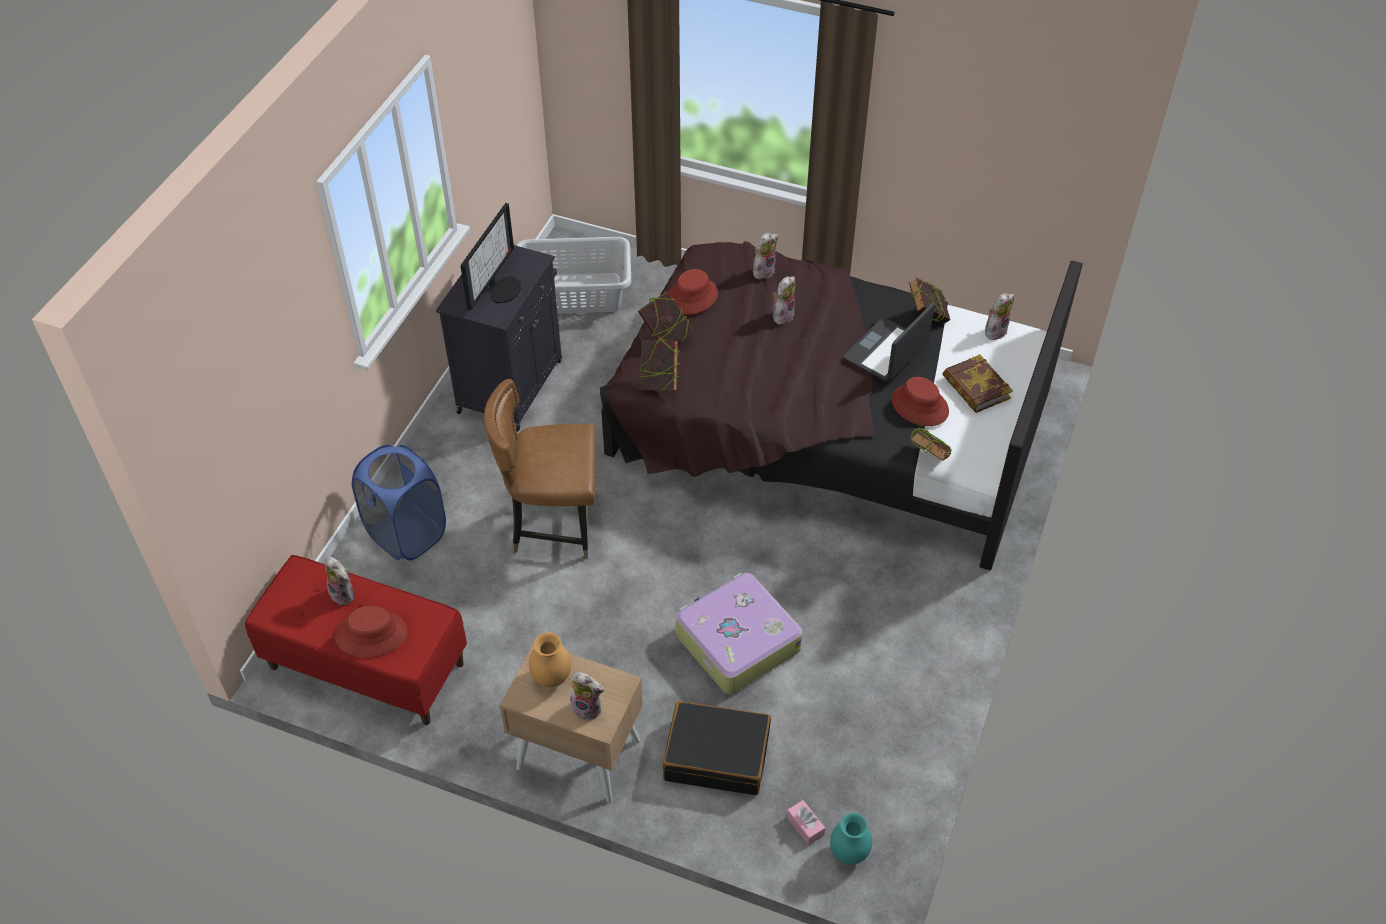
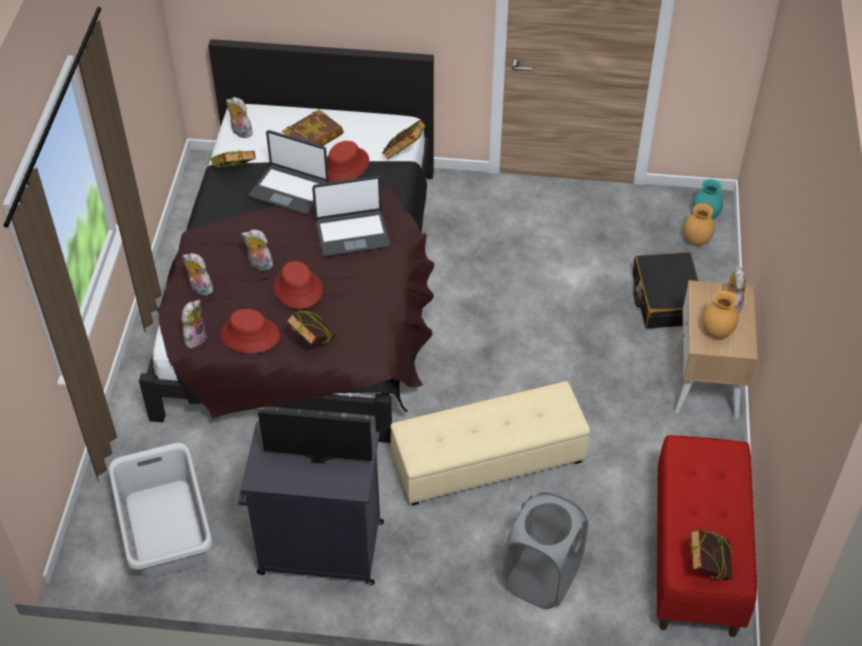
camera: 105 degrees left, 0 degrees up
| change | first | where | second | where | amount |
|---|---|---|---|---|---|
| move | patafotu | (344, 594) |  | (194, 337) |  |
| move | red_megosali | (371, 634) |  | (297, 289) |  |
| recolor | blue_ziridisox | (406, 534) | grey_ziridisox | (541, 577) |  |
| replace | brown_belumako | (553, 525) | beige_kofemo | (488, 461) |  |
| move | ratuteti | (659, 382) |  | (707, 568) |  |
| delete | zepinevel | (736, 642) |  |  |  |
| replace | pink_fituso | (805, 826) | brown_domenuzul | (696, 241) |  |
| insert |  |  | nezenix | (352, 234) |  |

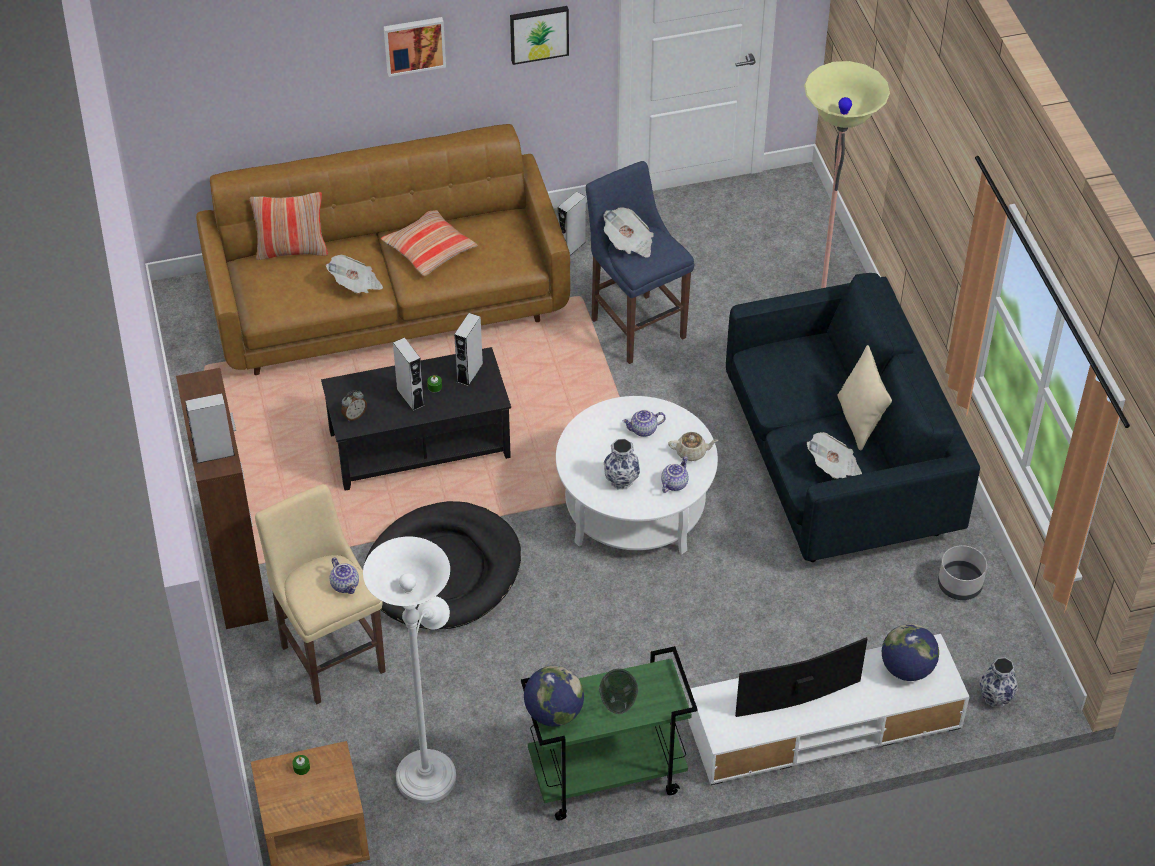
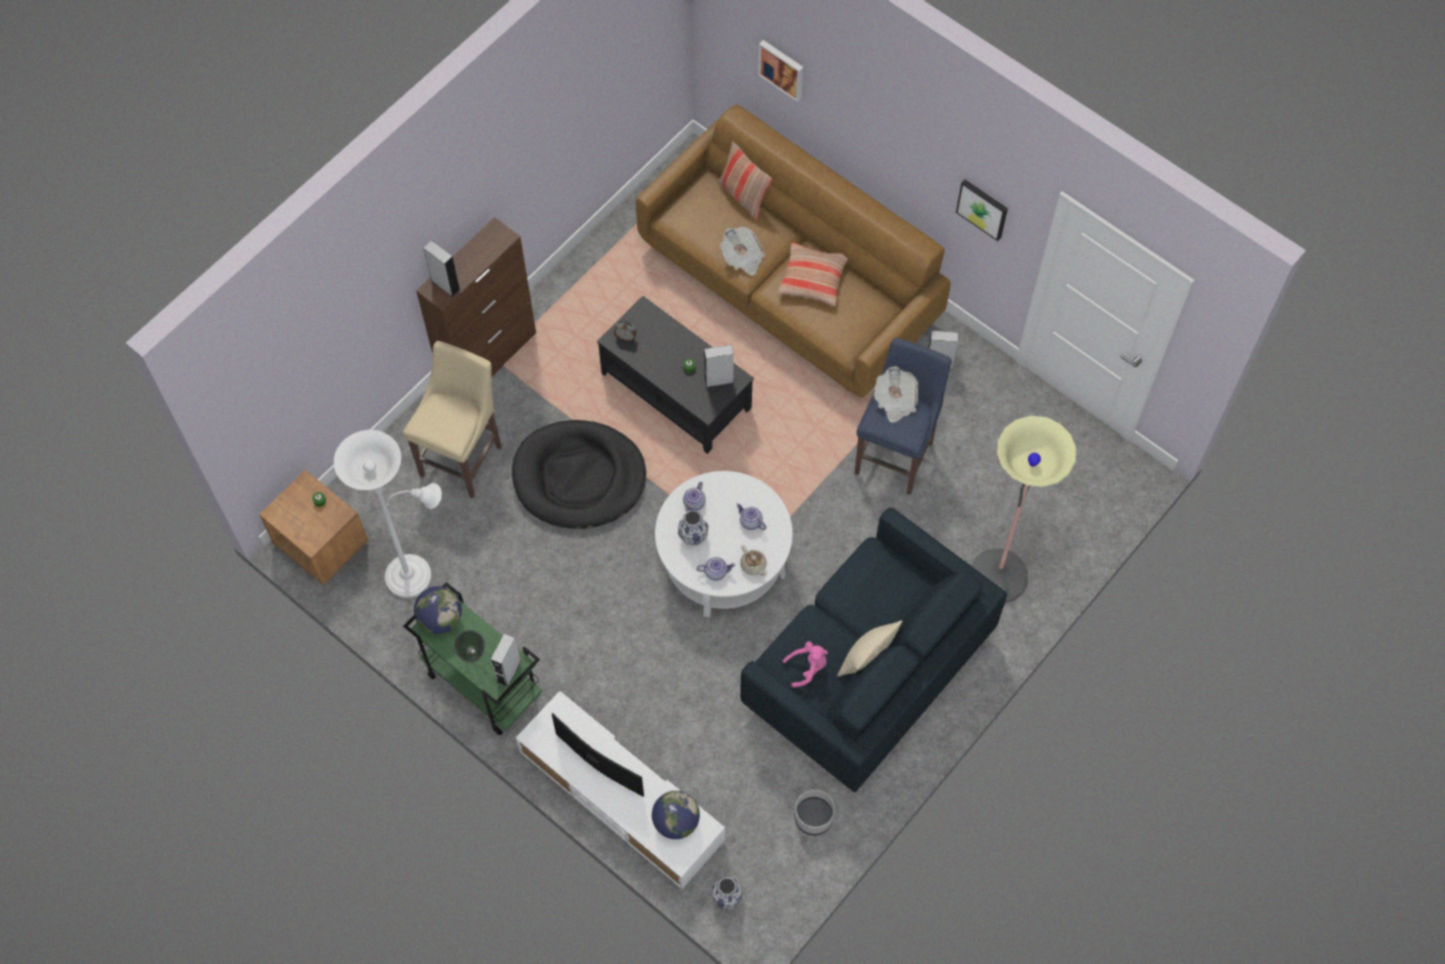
camera: 55 degrees right, 15 degrees up
| change | first | where | second | where | amount |
|---|---|---|---|---|---|
| move | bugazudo | (346, 585) |  | (694, 503) |  |
| move | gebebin | (414, 44) |  | (782, 69) |  |
| move | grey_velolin | (410, 397) |  | (508, 671) |  |
| replace | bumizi | (834, 467) | pink_patafotu | (807, 667) |  |

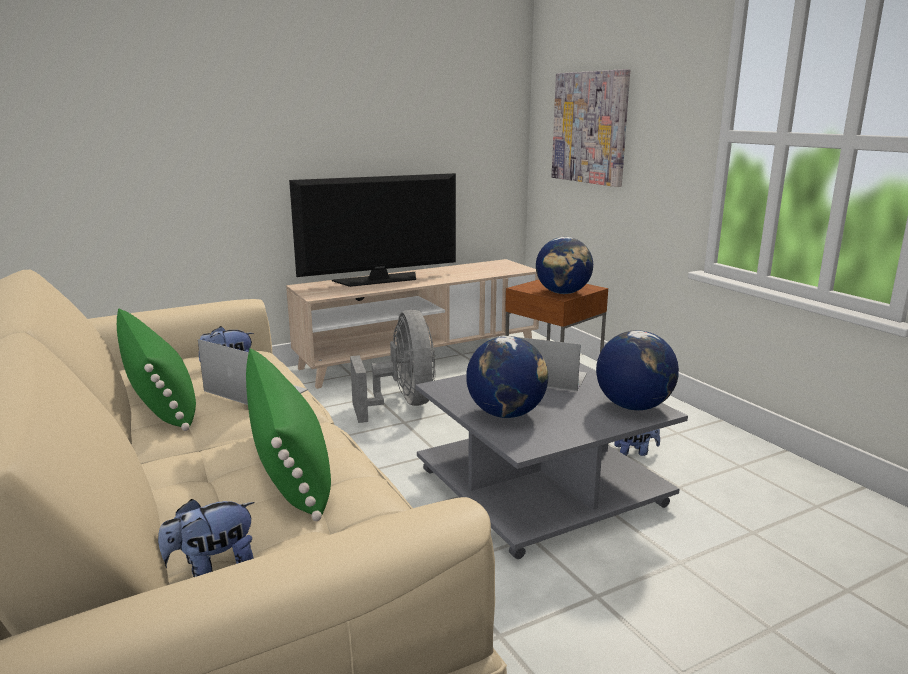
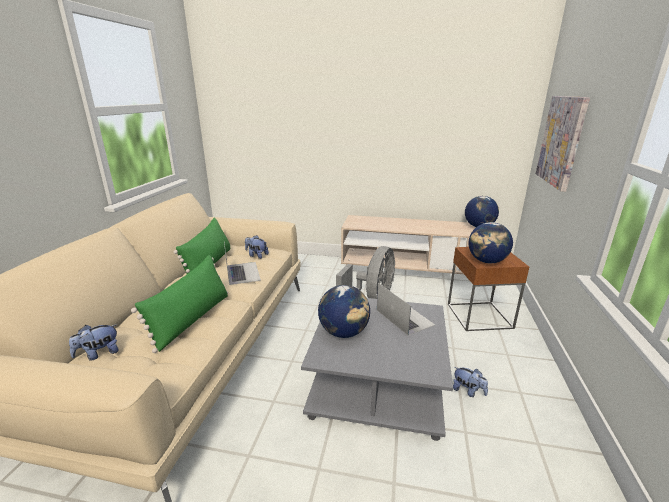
camera: 40 degrees right, 5 degrees up
| change | first | where | second | where | amount |
|---|---|---|---|---|---|
| rotate | patafotu | (211, 566) |  | (99, 354) | 45 degrees counterclockwise |
| delete | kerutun | (379, 280) |  |  |  |
| move | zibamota | (633, 406) |  | (479, 226) |  |

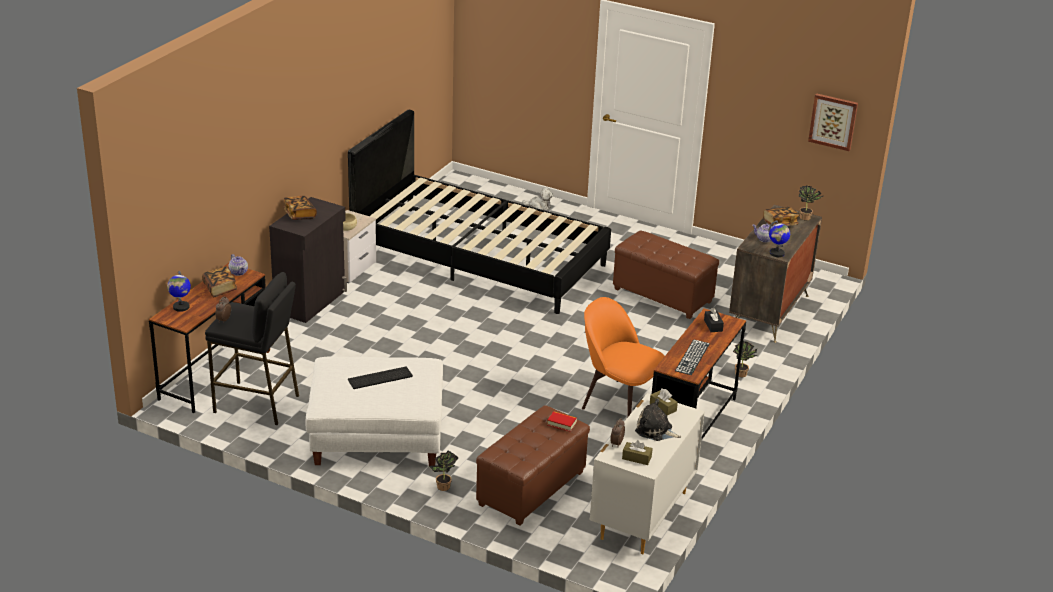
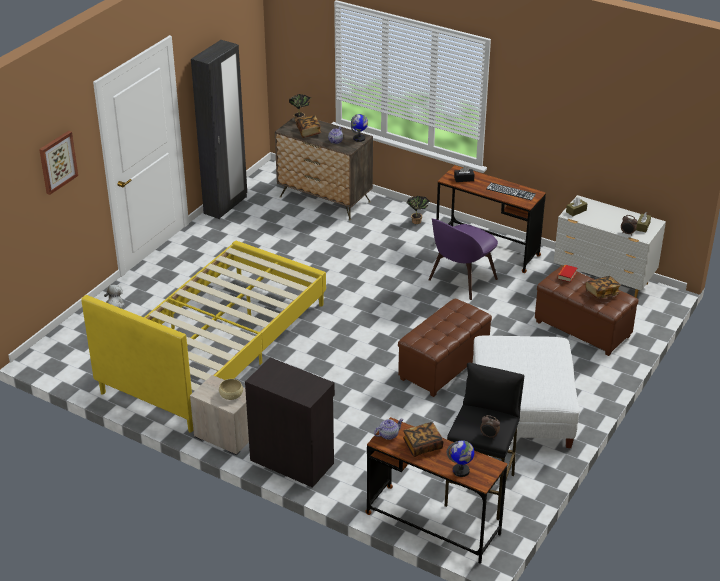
camera: 85 degrees left, 5 degrees up
| change | first | where | second | where | amount |
|---|---|---|---|---|---|
| move | ratuteti | (299, 214) |  | (602, 293) |  |
| recolor | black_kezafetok | (478, 258) | yellow_kezafetok | (216, 347) |  |
| delete | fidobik | (380, 378) |  |  |  |
| delete | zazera | (444, 488) |  |  |  |
| recolor | orange_belumako | (619, 403) | purple_belumako | (461, 281) |  |
| move | brown_kofemo | (663, 296) |  | (443, 366) |  |
| delete | patafotu | (655, 431) |  |  |  |
| move | gebebin | (833, 121) |  | (57, 162) |  |
| insert |  |  | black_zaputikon | (226, 205) |  |

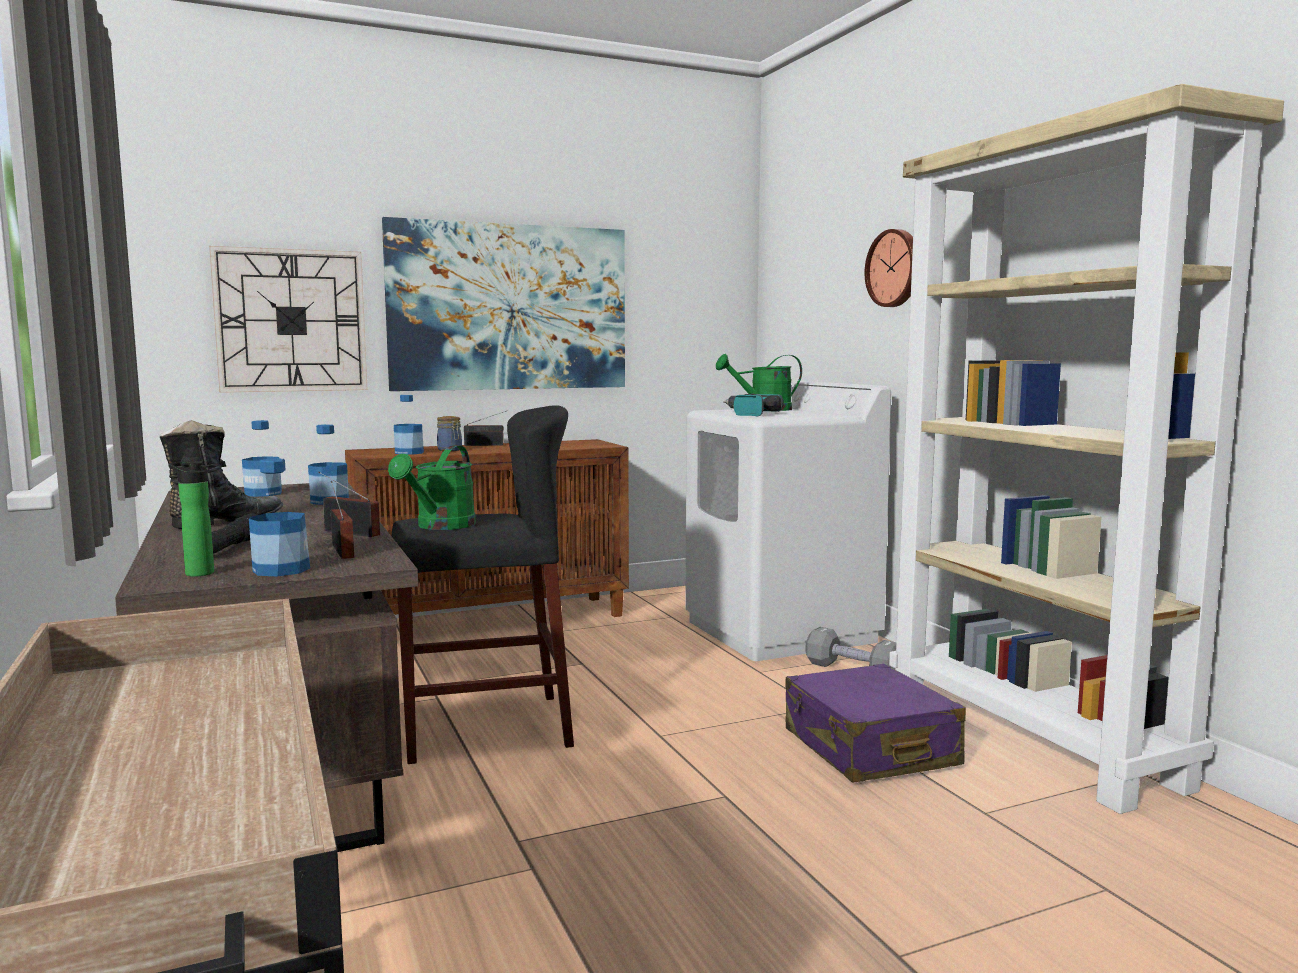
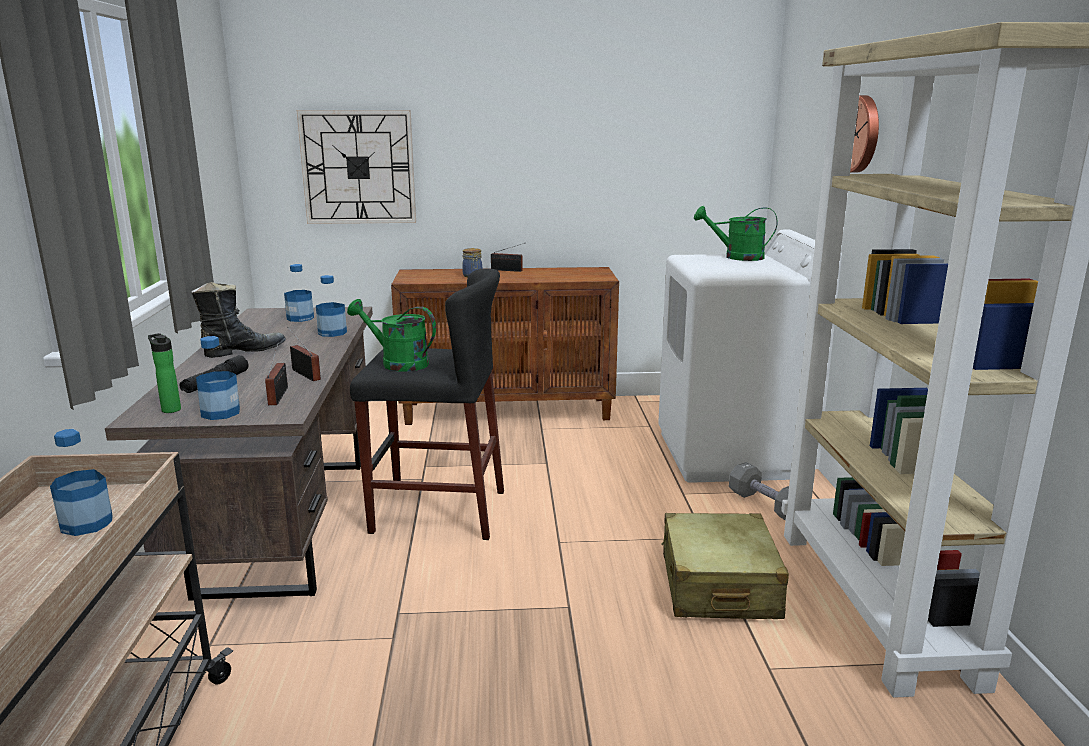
camera: 20 degrees right, 10 degrees up
| change | first | where | second | where | amount |
|---|---|---|---|---|---|
| delete | gebebin | (509, 307) |  |  |  |
| rotate | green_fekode | (440, 526) |  | (397, 363) | 75 degrees clockwise |
| move | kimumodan | (409, 453) |  | (87, 523) |  |
| delete | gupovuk | (748, 414) |  |  |  |
| recolor | purple_zepinevel | (869, 748) | beige_zepinevel | (718, 586) |  |

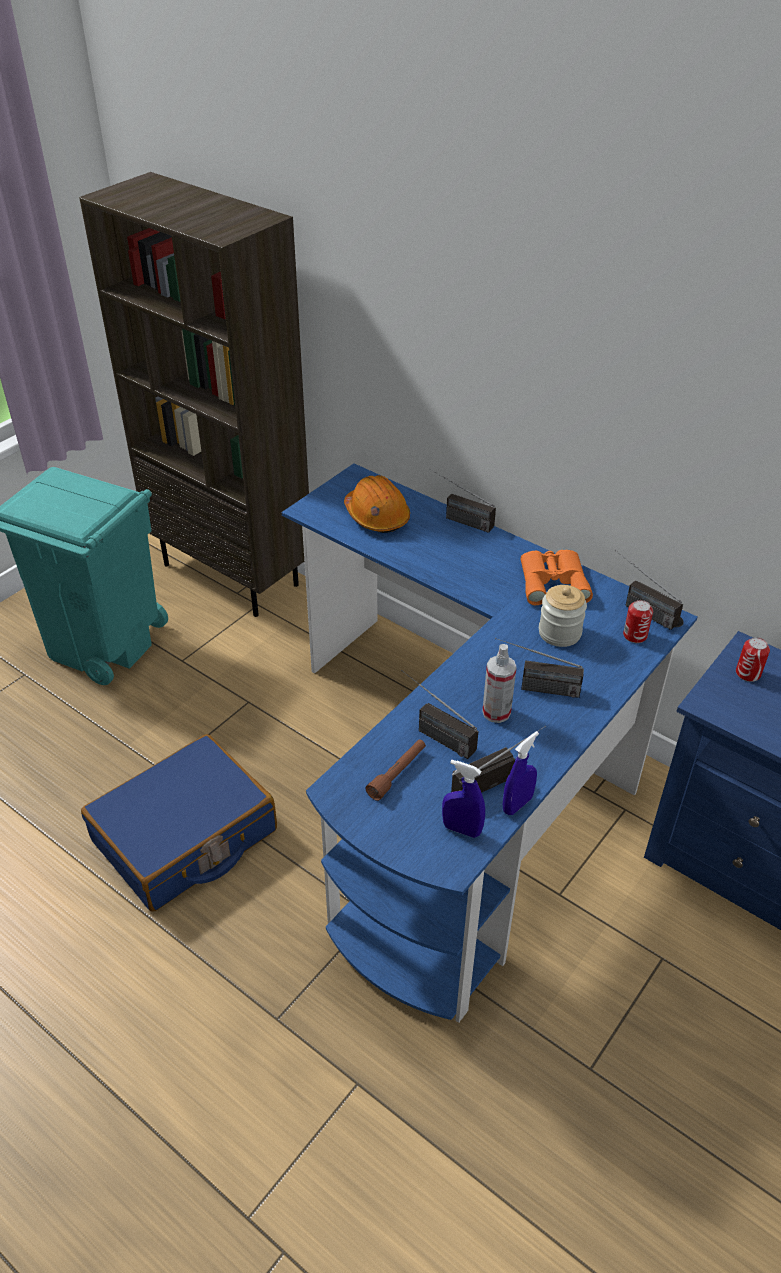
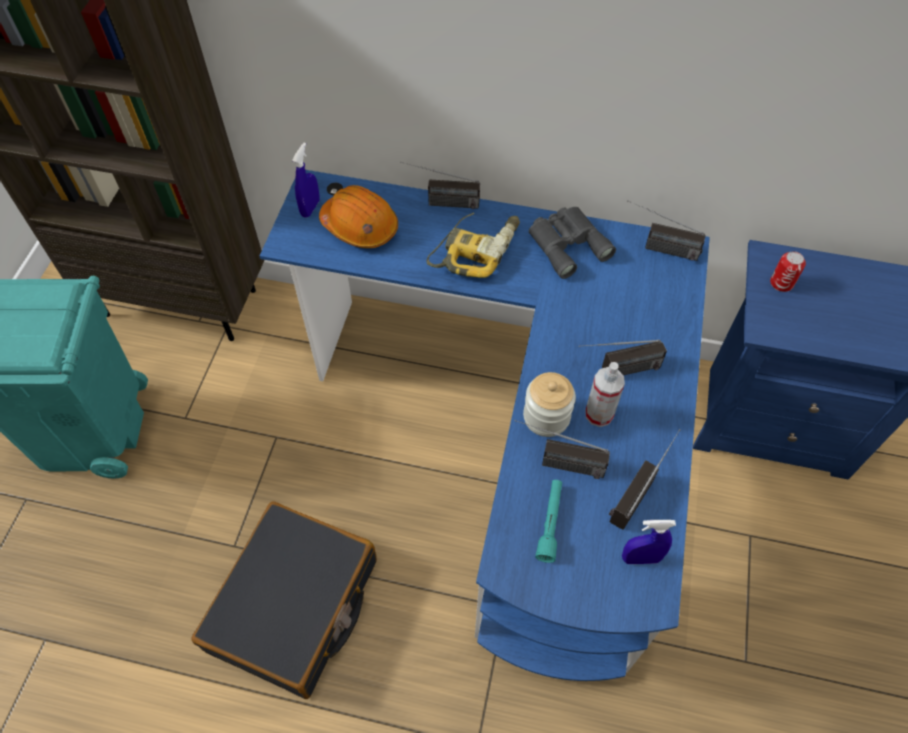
camera: 25 degrees left, 15 degrees up
| change | first | where | second | where | amount |
|---|---|---|---|---|---|
| recolor | blue_zepinevel | (185, 837) | black_zepinevel | (295, 606) |  |
| recolor | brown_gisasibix | (397, 773) | turquoise_gisasibix | (550, 523) |  |
| move | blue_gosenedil | (517, 804) |  | (310, 208) |  |
| recolor | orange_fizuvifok | (553, 581) | grey_fizuvifok | (567, 243) |  |
| move | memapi | (559, 633) |  | (546, 417) |  |
| delete | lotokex | (635, 635) |  |  |  |
| insert |  |  | gupovuk | (475, 249) |  |

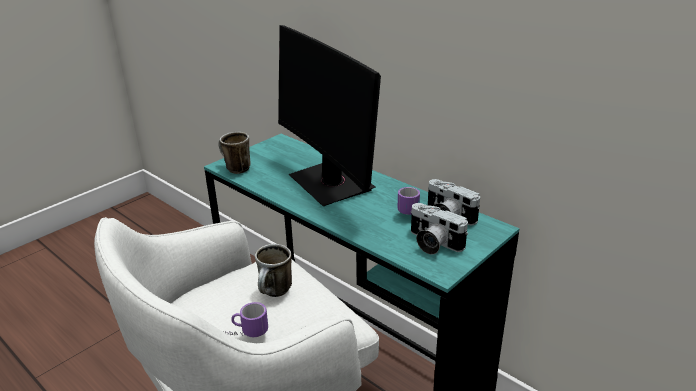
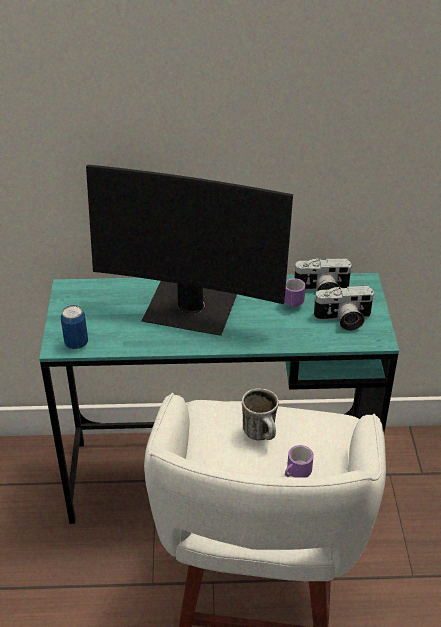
camera: 45 degrees left, 10 degrees up
| change | first | where | second | where | amount |
|---|---|---|---|---|---|
| replace | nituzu | (234, 168) | lotokex | (76, 343) |  |

